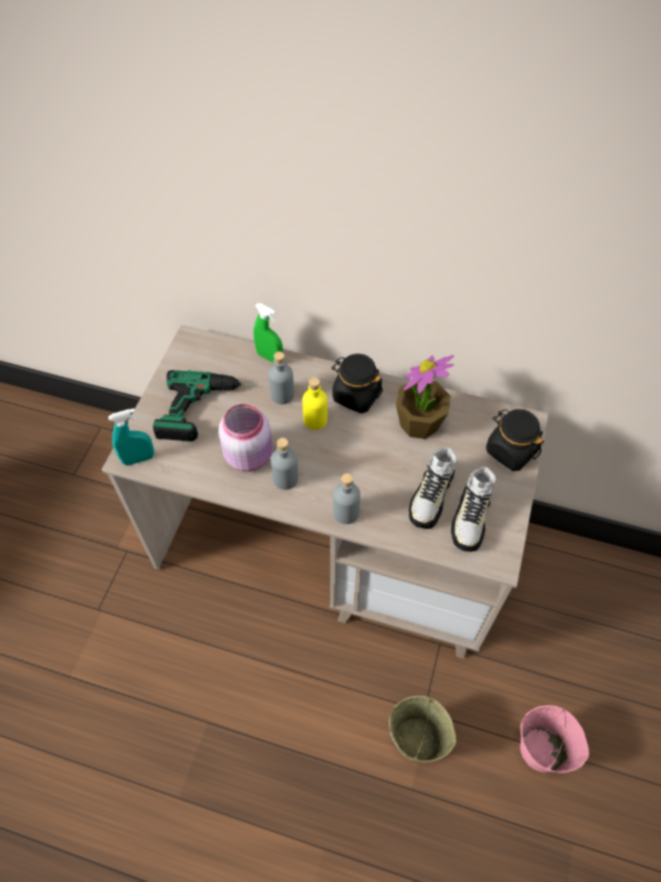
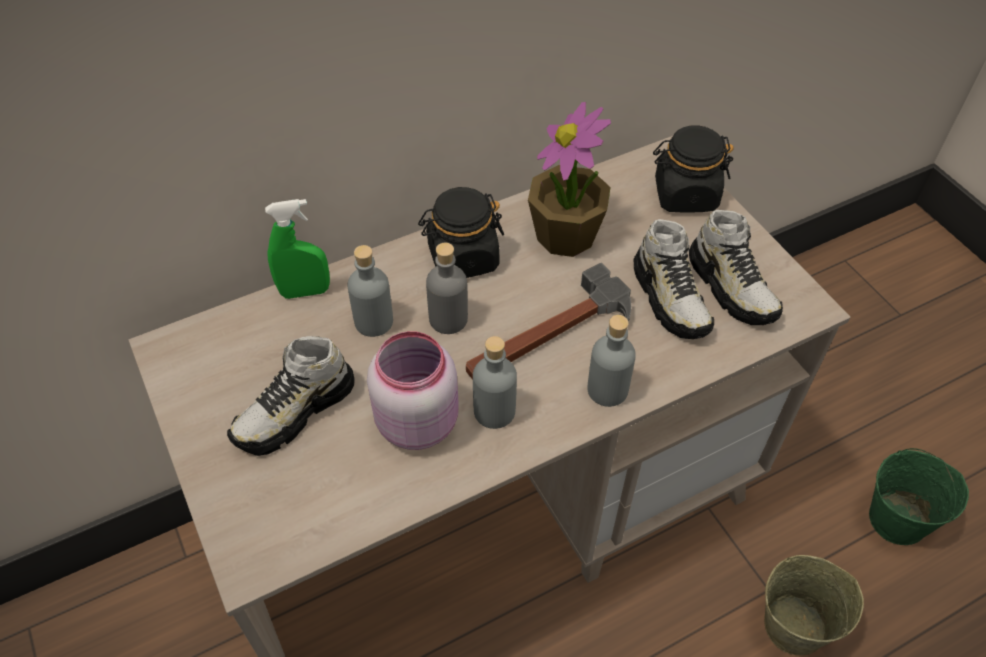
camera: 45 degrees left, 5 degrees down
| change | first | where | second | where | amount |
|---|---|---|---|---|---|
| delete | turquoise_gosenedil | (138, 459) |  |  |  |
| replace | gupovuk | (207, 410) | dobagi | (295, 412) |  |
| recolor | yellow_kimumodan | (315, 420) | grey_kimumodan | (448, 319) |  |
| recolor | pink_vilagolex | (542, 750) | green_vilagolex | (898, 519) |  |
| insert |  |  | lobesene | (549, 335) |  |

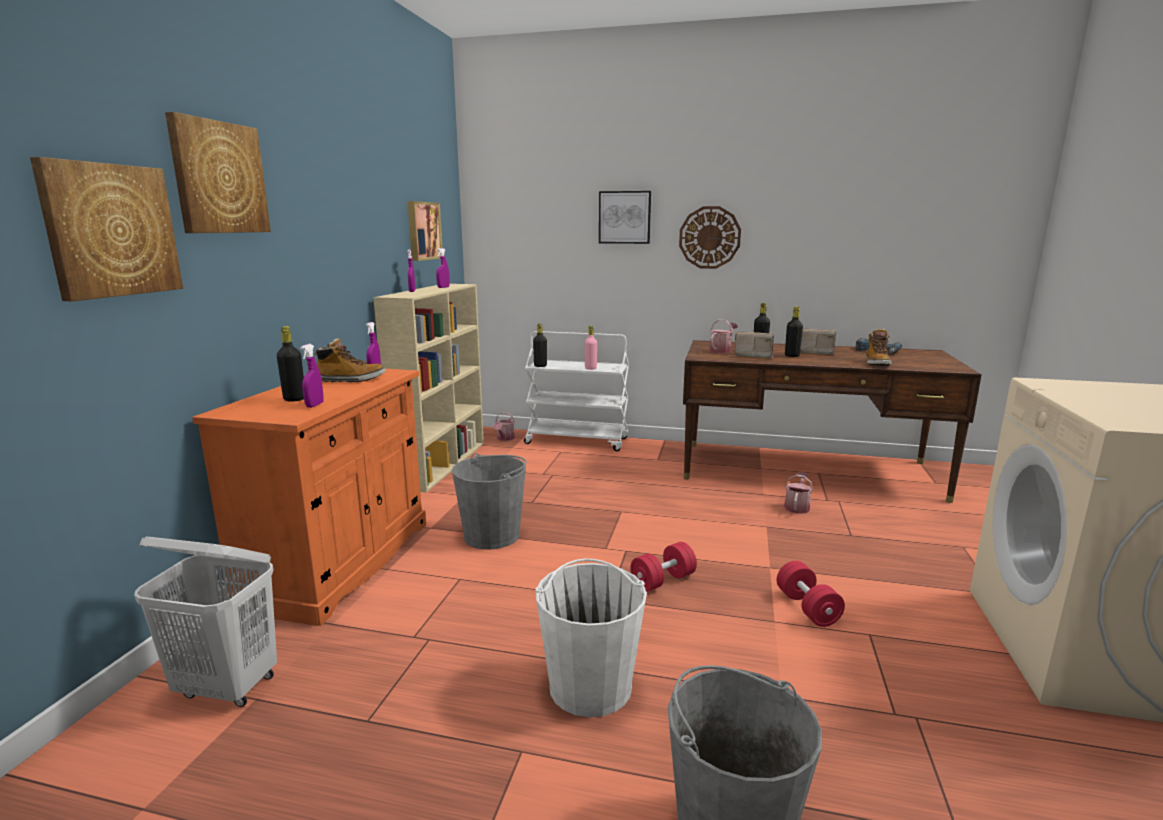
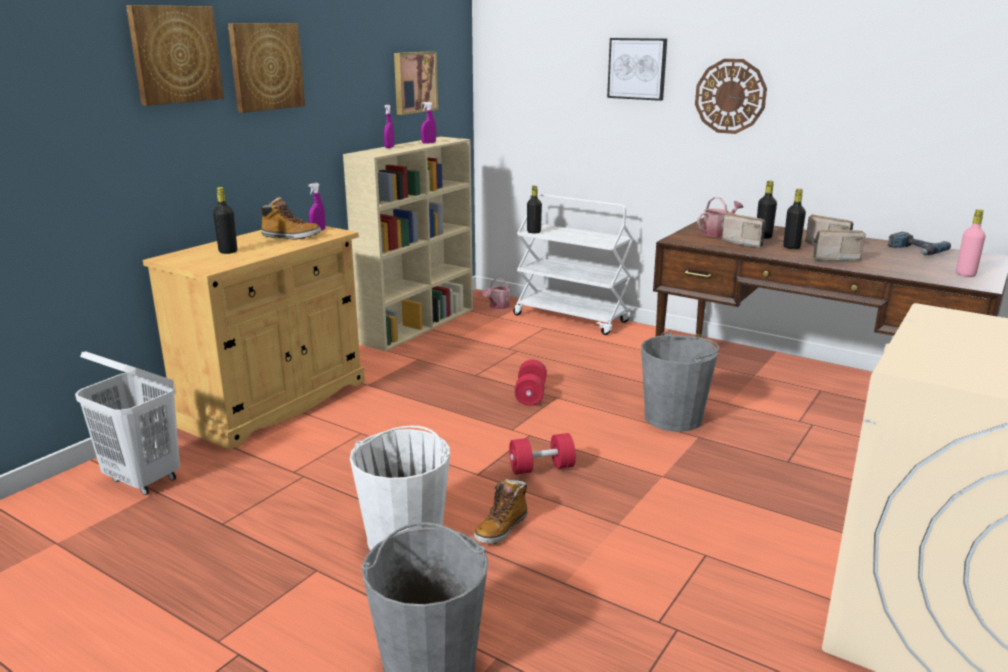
camera: 20 degrees right, 5 degrees up
| change | first | where | second | where | amount |
|---|---|---|---|---|---|
| move | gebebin | (110, 230) |  | (266, 66) |  |
| recolor | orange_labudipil | (340, 563) | beige_labudipil | (274, 402) |  |
| delete | purple_gosenedil | (314, 405) |  |  |  |
| move | grey_vilagolex | (492, 535) |  | (674, 418) |  |
| move | pink_kimumodan | (590, 368) |  | (965, 274) |  |
| move | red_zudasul | (807, 608) |  | (530, 395) |  |
| delete | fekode | (797, 506) |  |  |  |
| move | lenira | (876, 363) |  | (501, 528) |  |
| insert |  |  | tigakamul | (832, 258) |  |

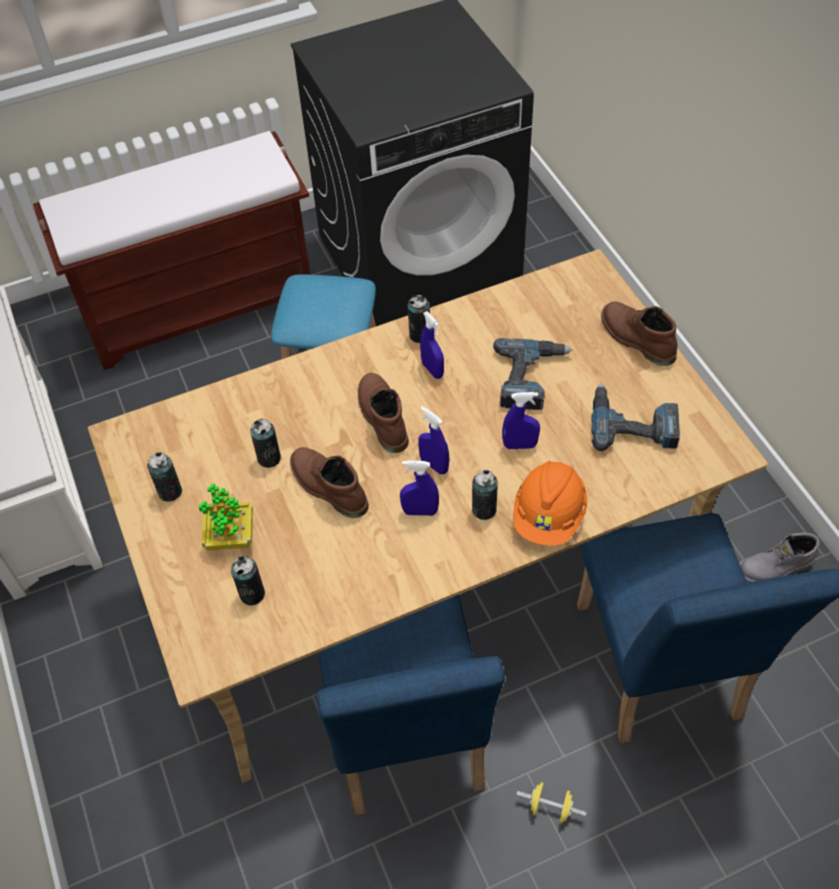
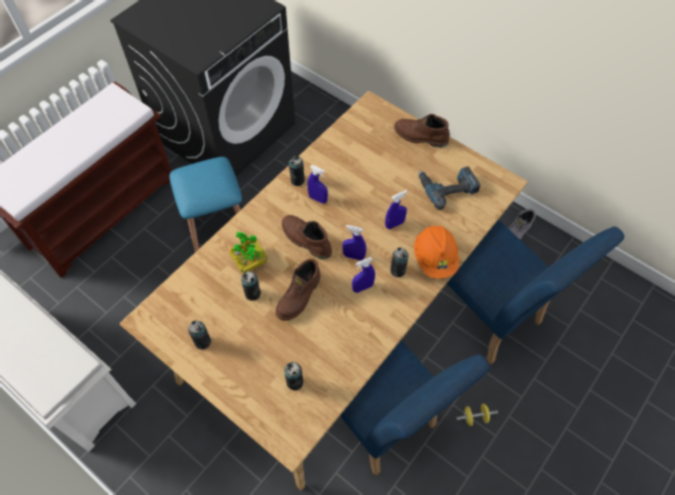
camera: 30 degrees left, 5 degrees up
| change | first | where | second | where | amount |
|---|---|---|---|---|---|
| move | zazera | (231, 536) |  | (250, 261) |  |
| rotate | brown_lenira | (327, 488) |  | (299, 296) | 75 degrees counterclockwise |
| delete | gupovuk | (530, 378) |  |  |  |

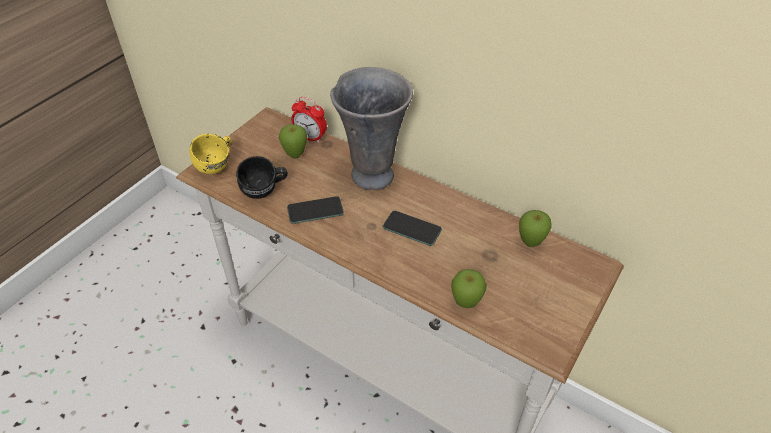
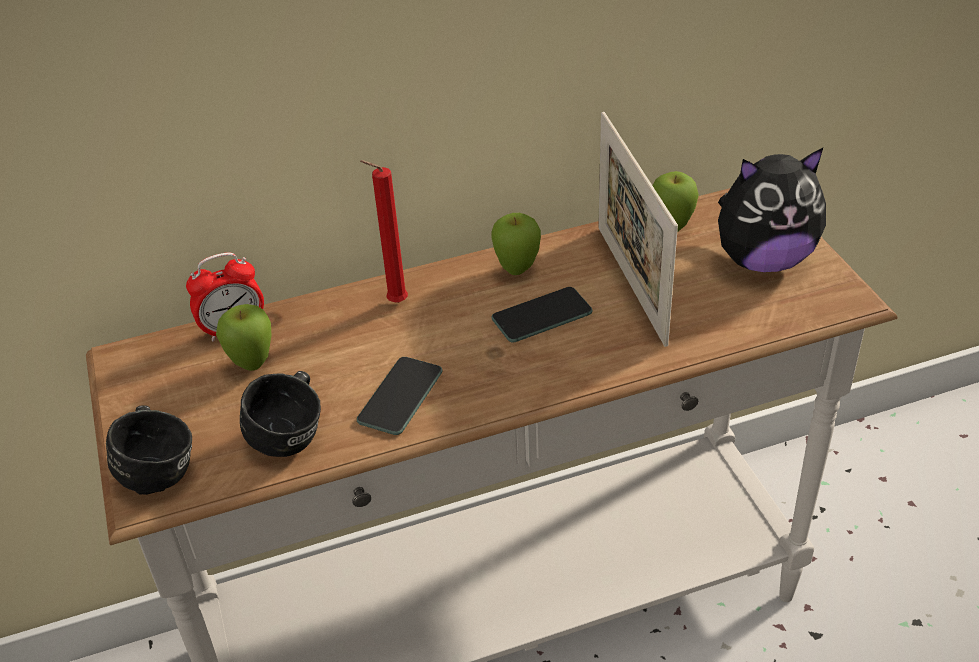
camera: 50 degrees left, 5 degrees down
| change | first | where | second | where | amount |
|---|---|---|---|---|---|
| recolor | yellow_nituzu | (218, 166) | black_nituzu | (160, 469) |  |
| replace | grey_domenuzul | (372, 174) | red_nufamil | (394, 303) |  |
| move | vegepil | (465, 303) |  | (517, 270) |  |
| insert |  |  | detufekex | (631, 283) |  |
| insert |  |  | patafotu | (763, 260) |  |

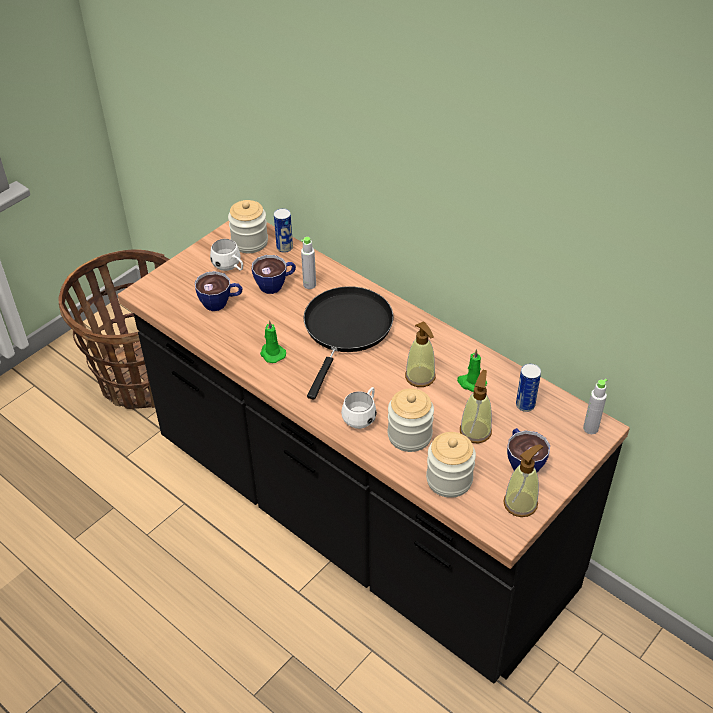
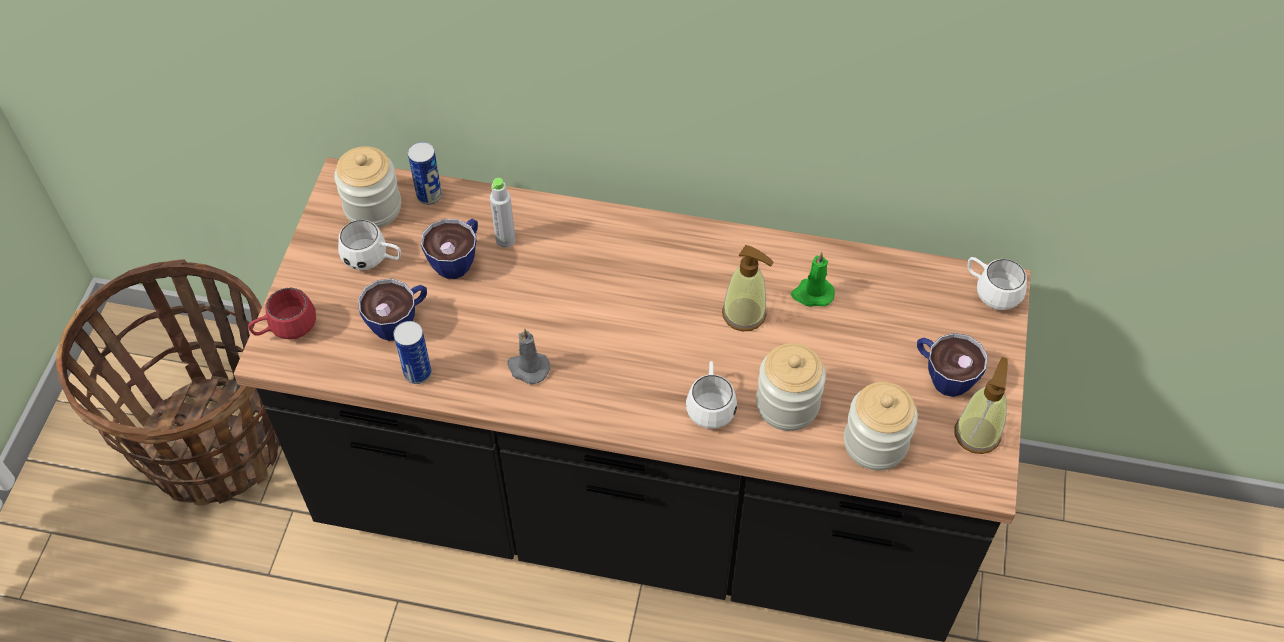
camera: 30 degrees left, 10 degrees up
| change | first | where | second | where | amount |
|---|---|---|---|---|---|
| recolor | green_nufamil | (272, 353) | grey_nufamil | (527, 368) |  |
| delete | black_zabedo | (346, 330) |  |  |  |
| delete | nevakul | (475, 431) |  |  |  |
| move | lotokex | (525, 405) |  | (417, 373) |  |
| replace | grey_kimumodan | (590, 428) | white_nituzu | (990, 293) |  |
| insert |  |  | red_nituzu | (286, 330) |  |

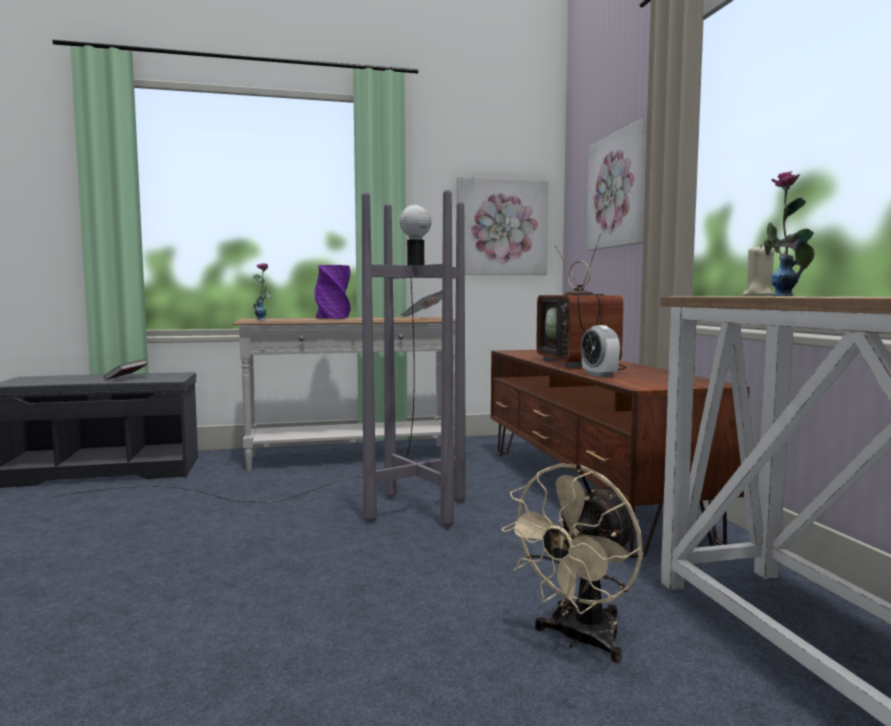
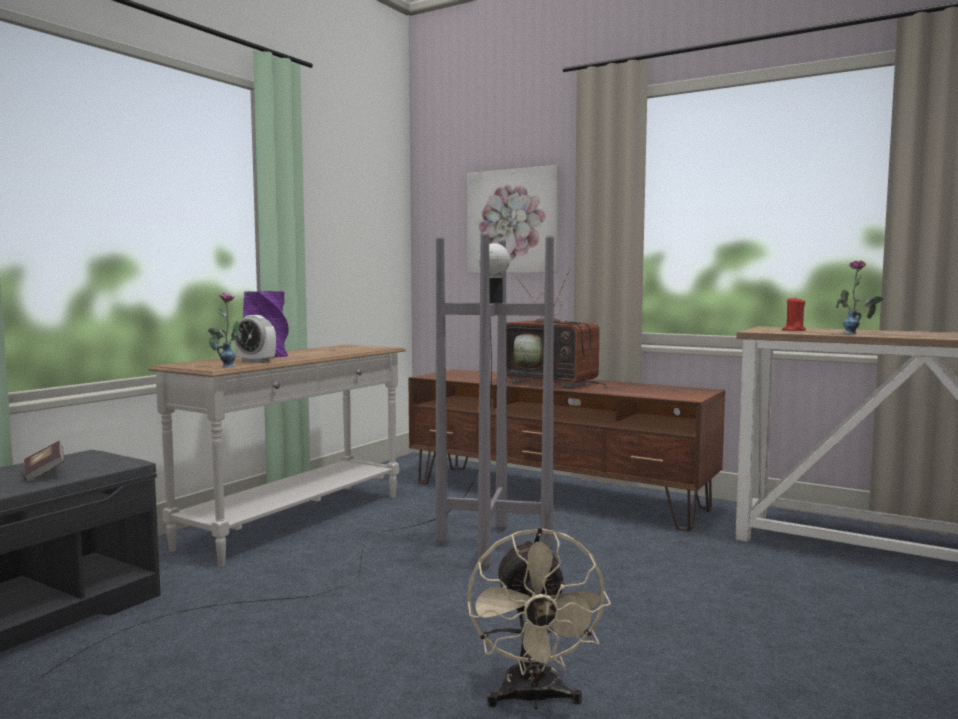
camera: 45 degrees left, 0 degrees up
| change | first | where | second | where | amount |
|---|---|---|---|---|---|
| delete | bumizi | (426, 317) |  |  |  |
| delete | gebebin | (501, 227) |  |  |  |
| move | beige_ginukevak | (579, 640) |  | (533, 699) |  |
| move | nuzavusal | (599, 375) |  | (255, 361) |  |
| recolor | beige_nufamil | (757, 296) | red_nufamil | (794, 330) |  |

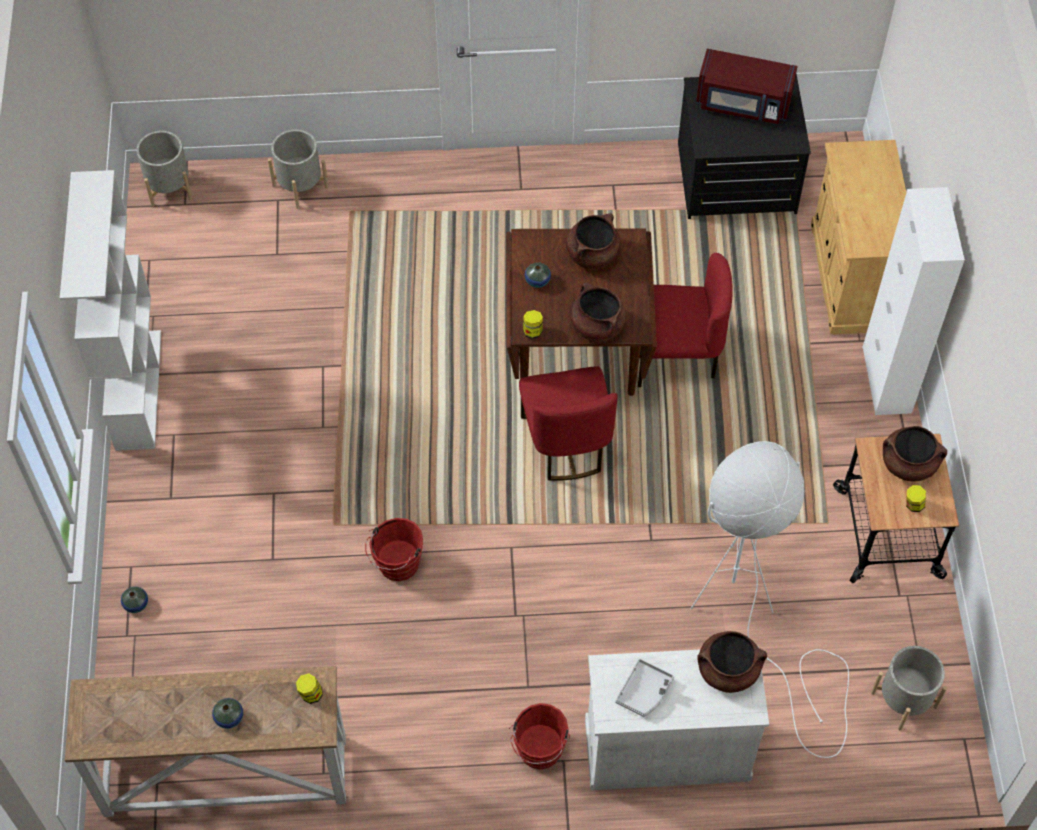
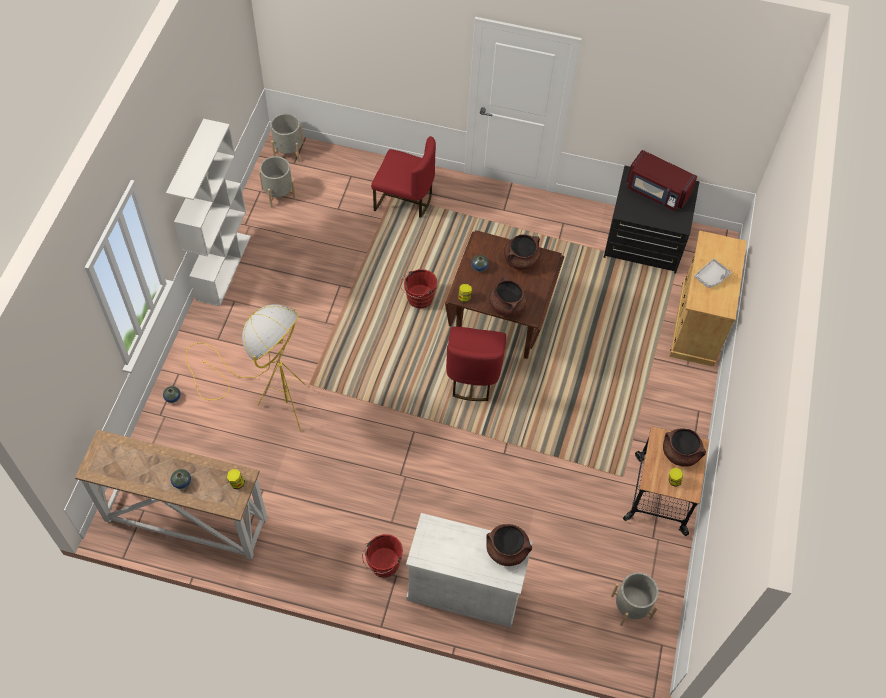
camera: 15 degrees right, 0 degrees up
| change | first | where | second | where | amount |
|---|---|---|---|---|---|
| move | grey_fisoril | (300, 186) |  | (278, 194) |  |
| move | red_vilagolex | (396, 565) |  | (418, 299) |  |
| move | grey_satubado | (644, 692) |  | (711, 277) |  |
| move | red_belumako | (676, 356) |  | (404, 200) |  |
| delete | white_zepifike | (753, 619) |  |  |  |
| delete | white_labudipil | (886, 379) |  |  |  |
| insert |  |  | yellow_zepifike | (266, 396) |  |

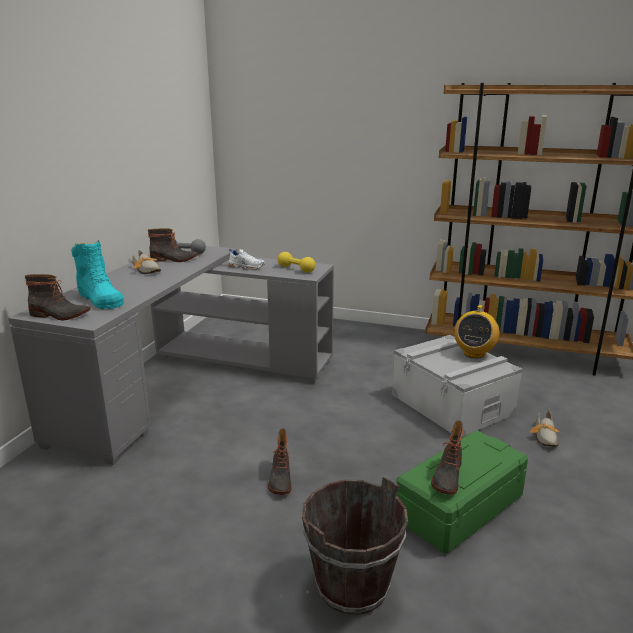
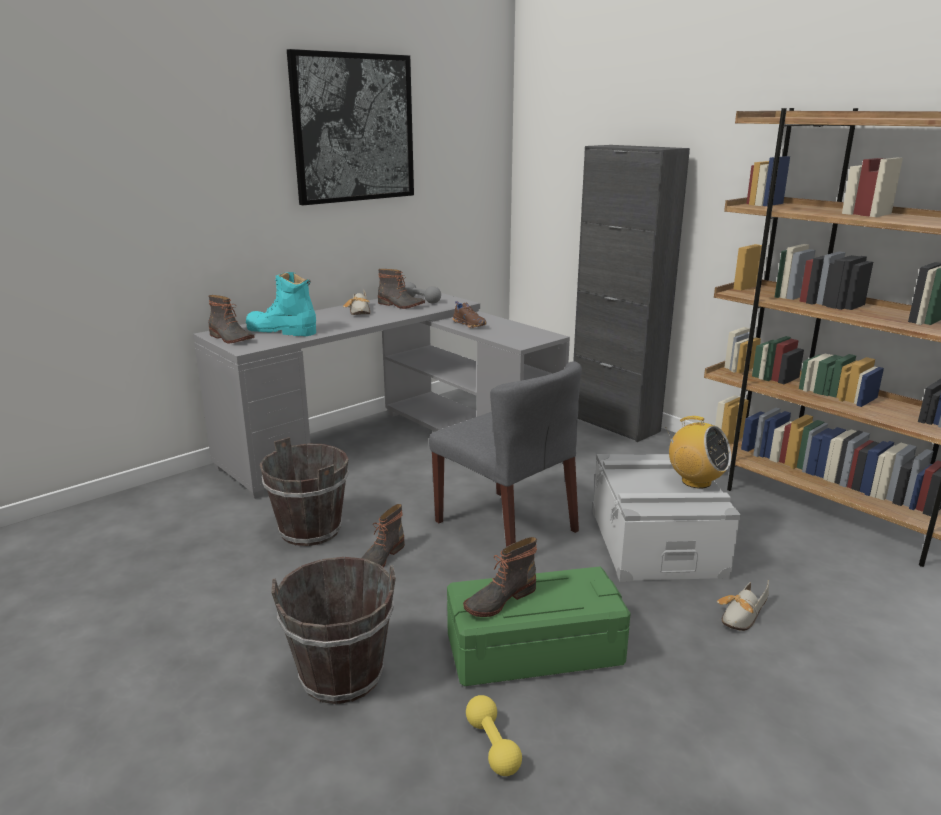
camera: 30 degrees right, 0 degrees up
| change | first | where | second | where | amount |
|---|---|---|---|---|---|
| rotate | turquoise_lenira | (100, 299) |  | (281, 331) | 120 degrees clockwise |
| recolor | white_dobagi | (247, 267) | brown_dobagi | (470, 324) |  |
| move | yellow_zudasul | (296, 269) |  | (492, 746) |  |
| rotate | tigakamul | (474, 353) |  | (695, 481) | 105 degrees counterclockwise |
| insert |  |  | brown_vilagolex | (311, 530) |  |
| insert |  |  | gebebin | (353, 128) |  |
| insert |  |  | grey_belumako | (506, 526) |  |
| insert |  |  | black_labudipil | (614, 424) |  |

